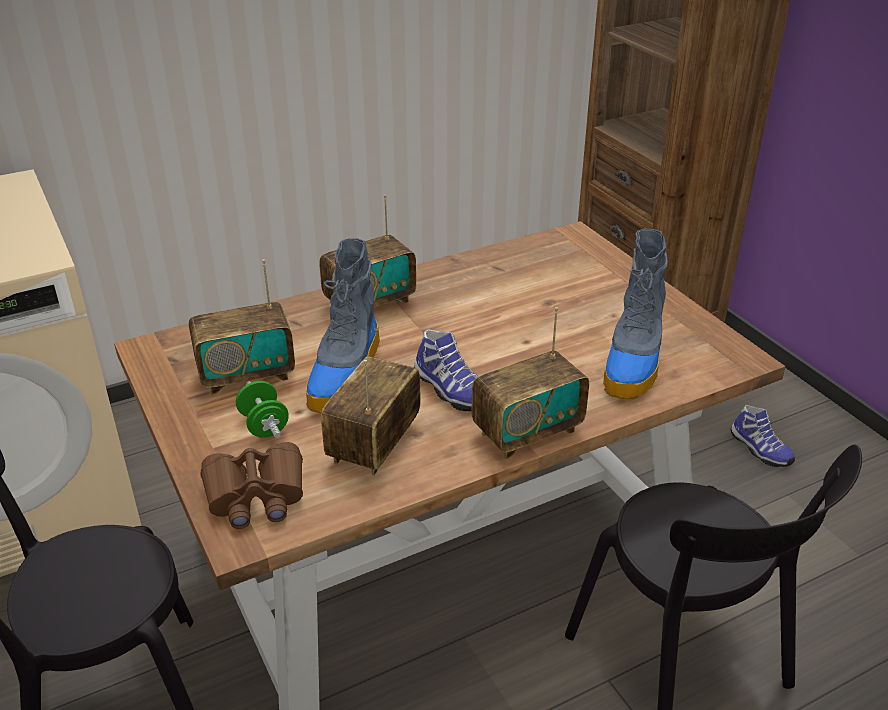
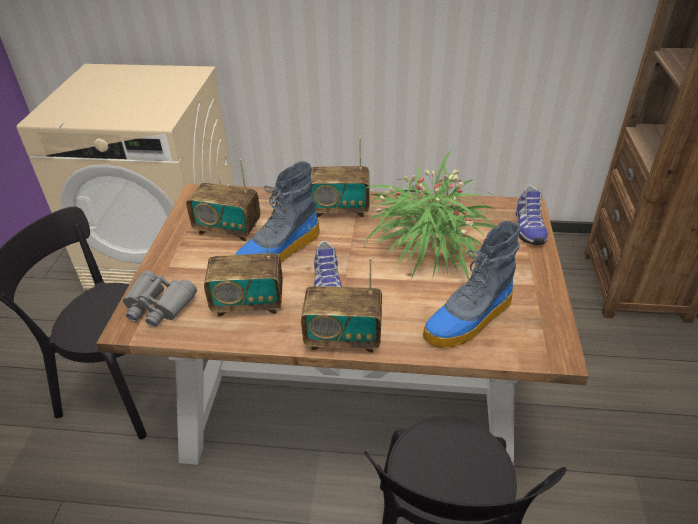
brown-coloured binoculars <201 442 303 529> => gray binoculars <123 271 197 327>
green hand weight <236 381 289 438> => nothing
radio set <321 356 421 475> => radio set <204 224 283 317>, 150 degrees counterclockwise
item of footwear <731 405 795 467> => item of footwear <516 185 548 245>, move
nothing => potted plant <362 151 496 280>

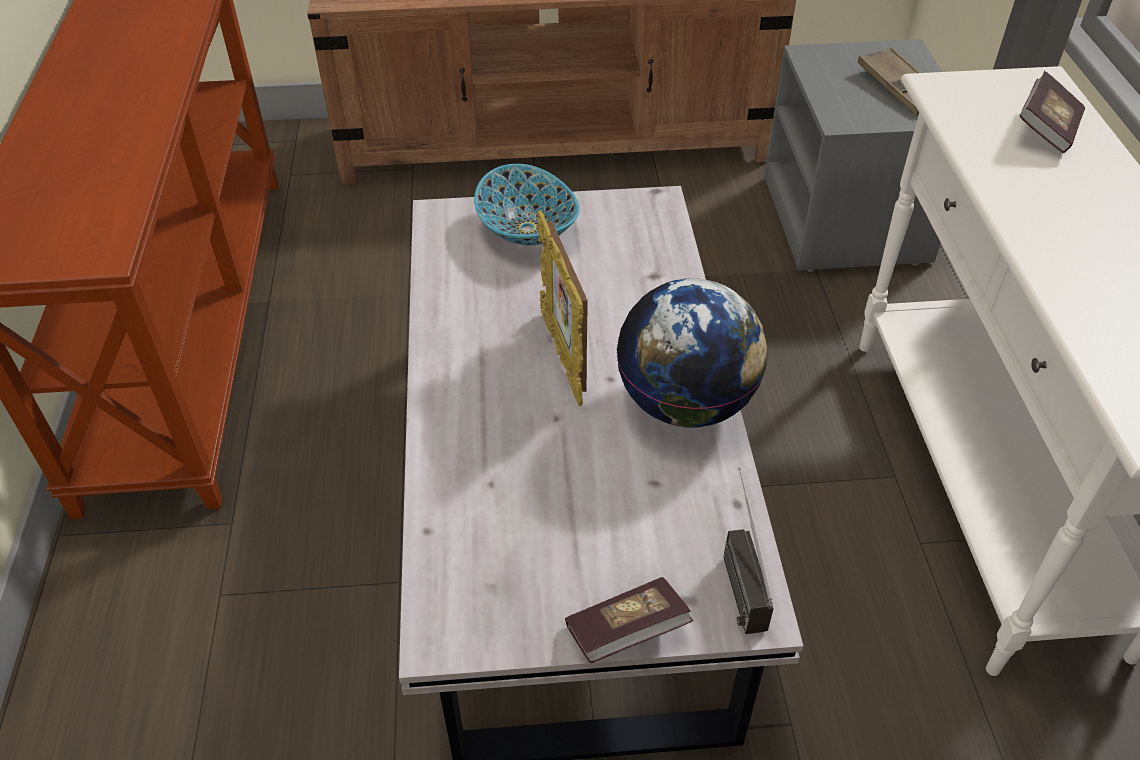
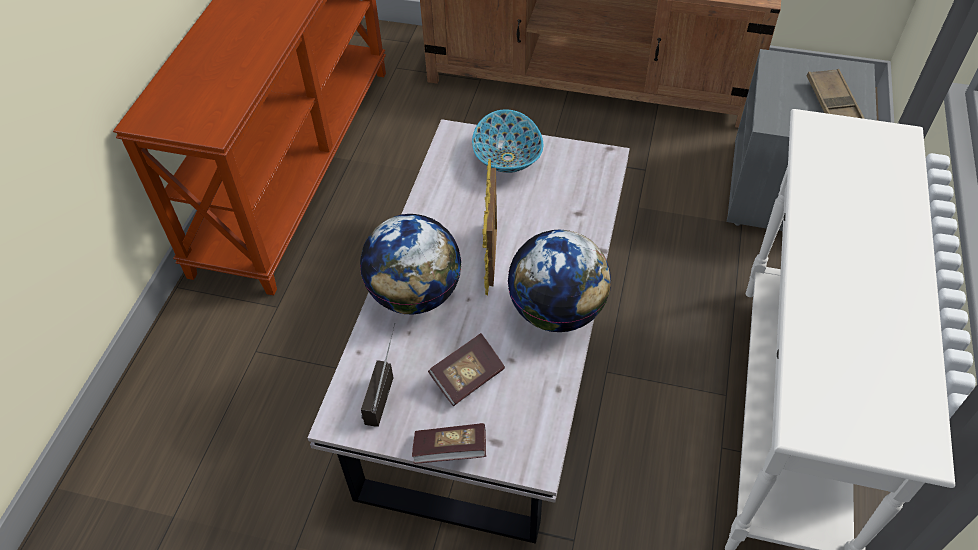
radio set <724 468 774 634> => radio set <361 323 395 427>, move
bound book <1019 71 1085 153> => bound book <428 333 505 406>, move
nothing => desk globe <360 214 462 314>

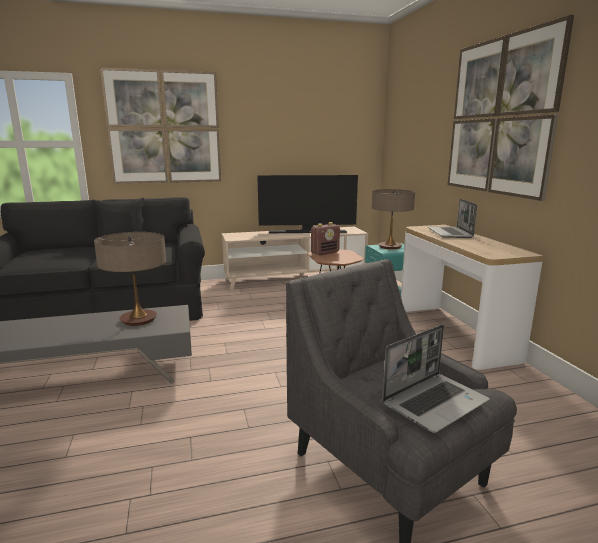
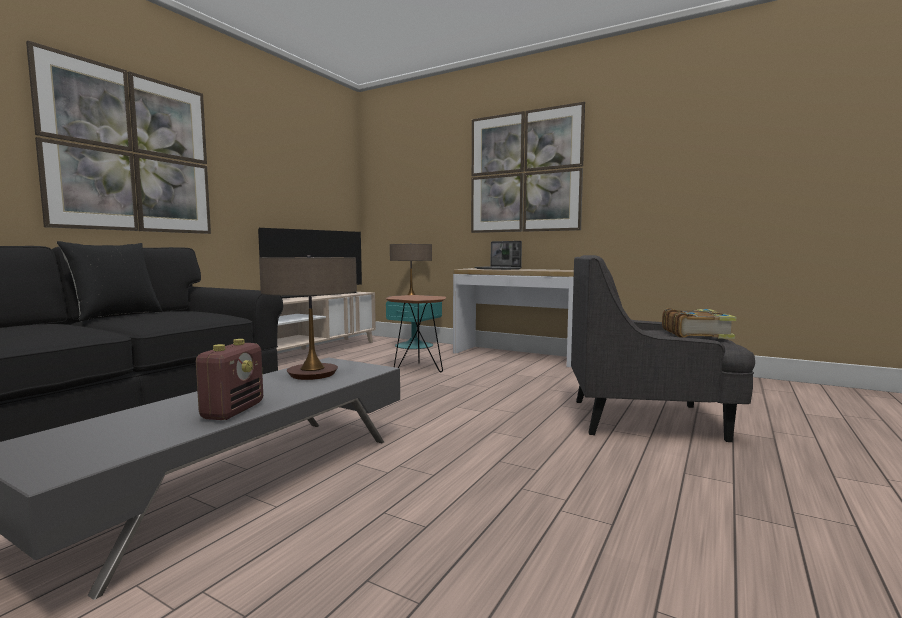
radio set <311 222 340 255> => radio set <196 339 263 420>, move
notebook computer <382 324 490 433> => bound book <662 308 736 339>

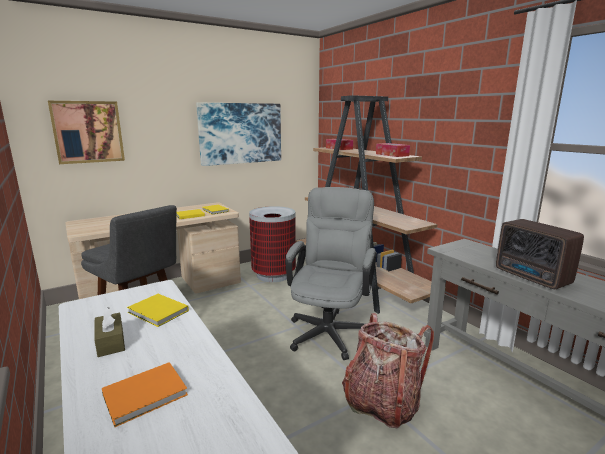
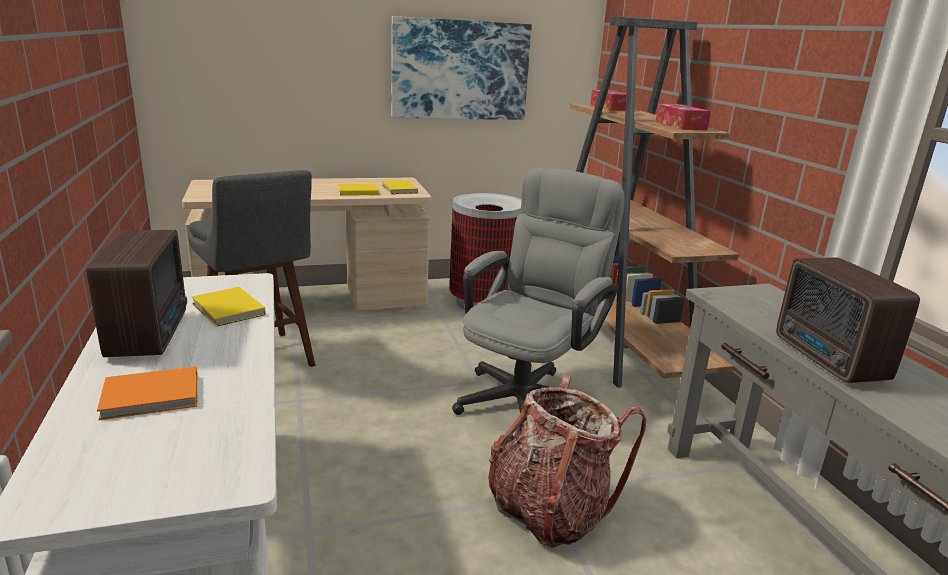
wall art <48 101 125 164> => nothing
brown-coloured tissue holder <94 307 125 357> => radio set <87 230 187 357>

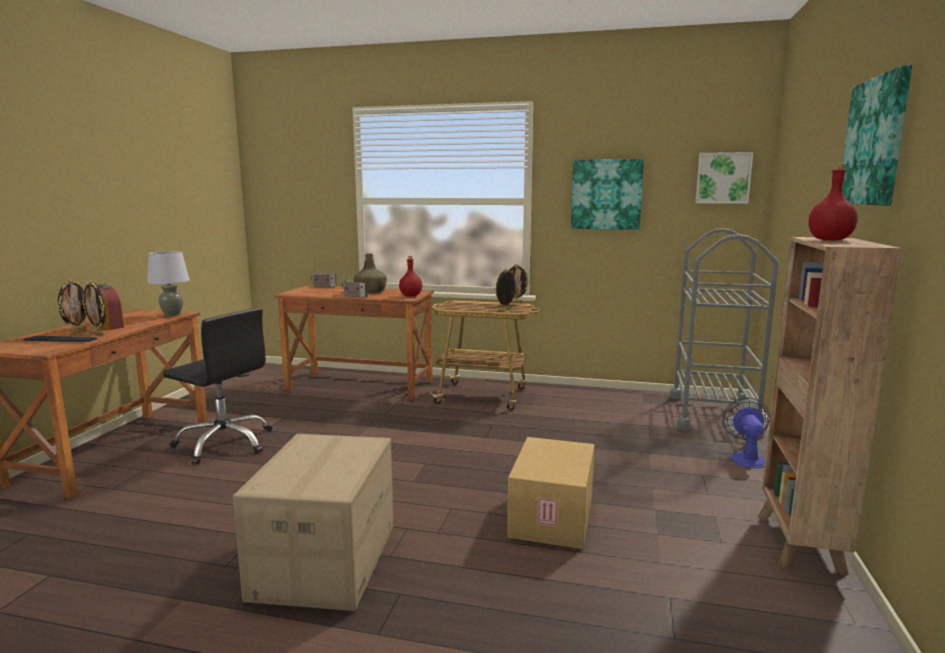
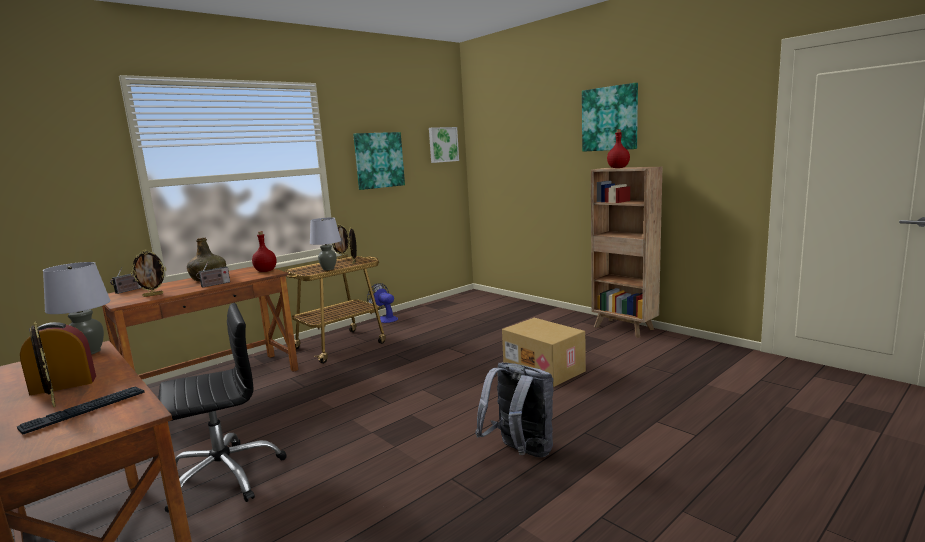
photo frame <82 281 106 335> => photo frame <131 250 166 297>, move
carton <233 434 394 611> => gray knapsack <475 363 554 457>
gray wheeled cart <670 228 779 437> => nothing
electric fan <723 397 770 468> => electric fan <367 283 398 323>, move
nothing => gray table lamp <310 217 341 270>

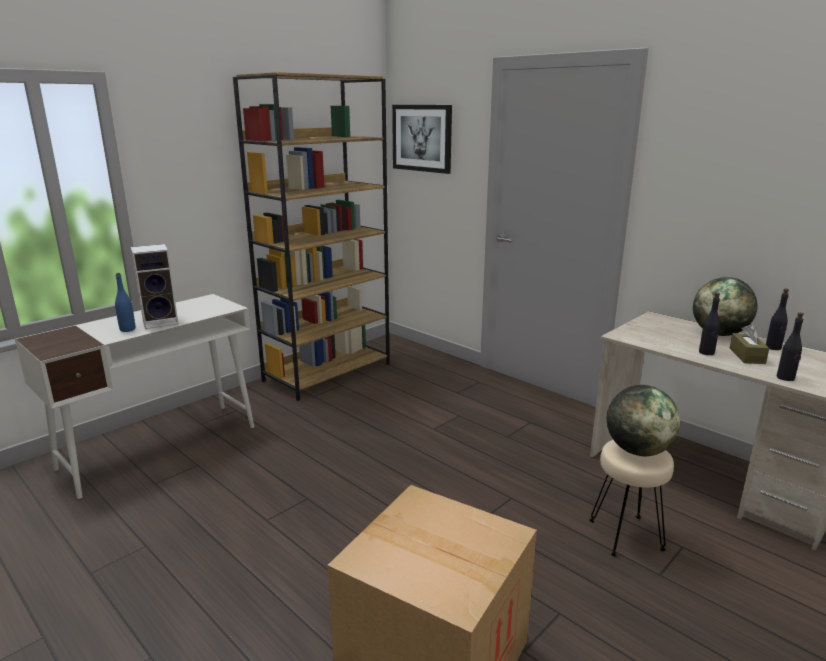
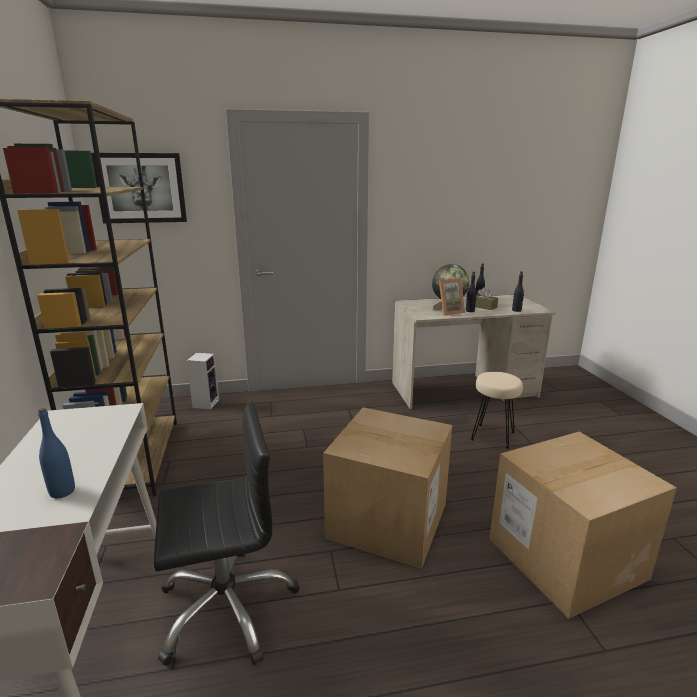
speaker <131 244 179 329> => speaker <187 353 219 409>, move
desk globe <607 385 680 456> => nothing
nothing => black-coloured computer chair <154 402 299 665>
nothing => carton <323 407 452 569>
nothing => photo frame <433 278 465 316>

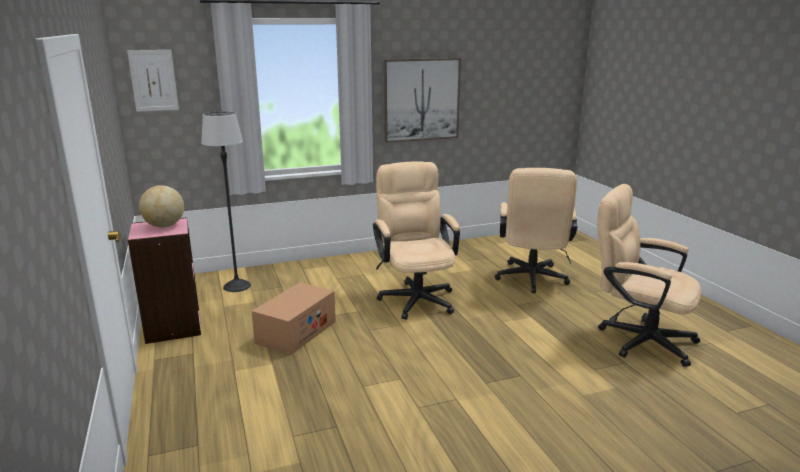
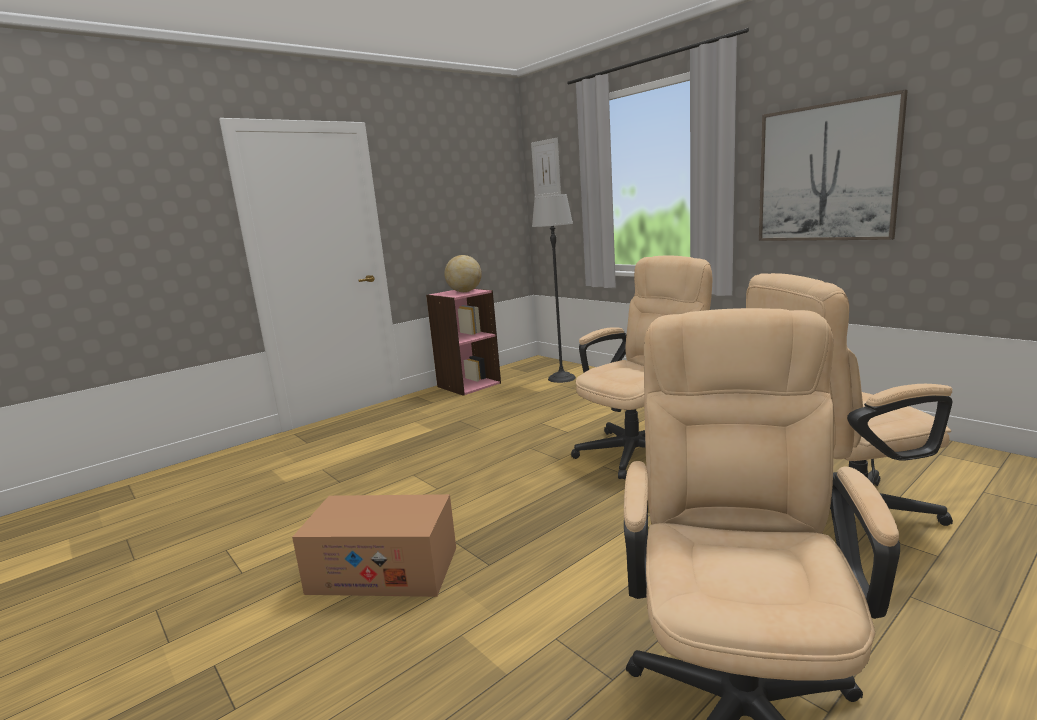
carton <251 282 336 355> => carton <292 494 456 597>, move

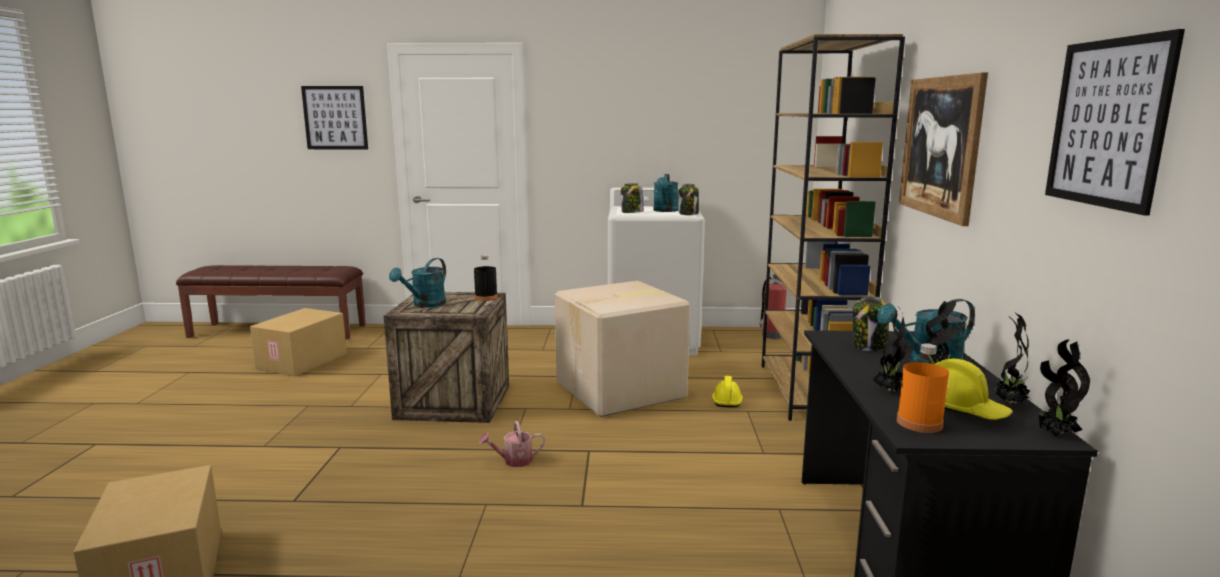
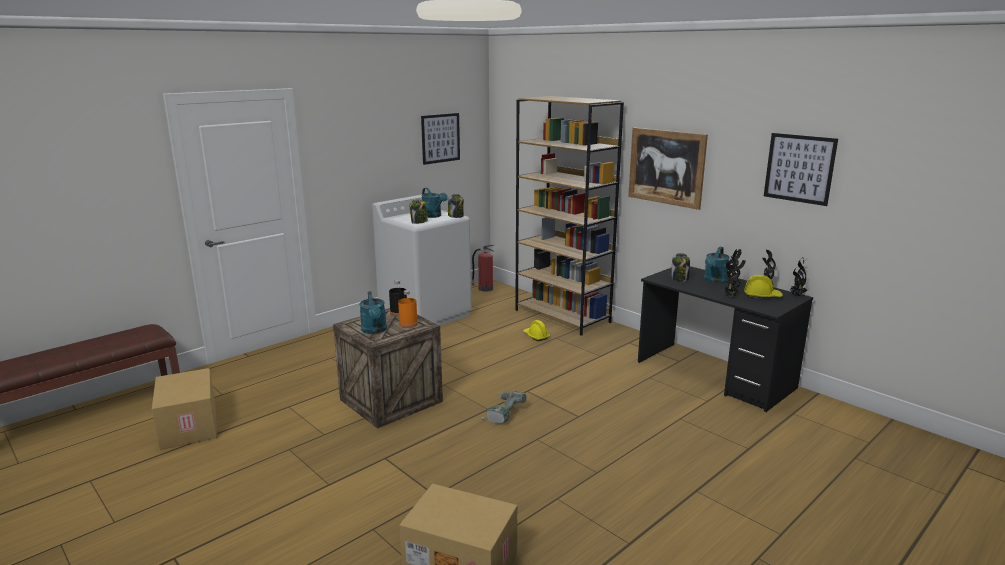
wall art <301 86 368 149> => wall art <421 113 460 165>, move
sprinkling can <479 421 545 467> => power drill <482 391 527 423>
carton <555 281 690 417> => nothing
orangey drink bottle <897 343 949 433> => orangey drink bottle <398 290 418 328>, move

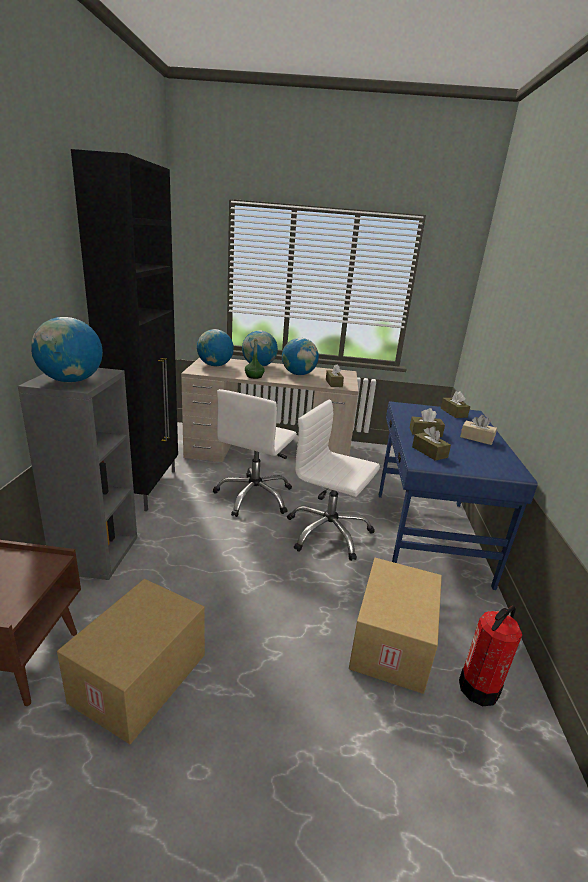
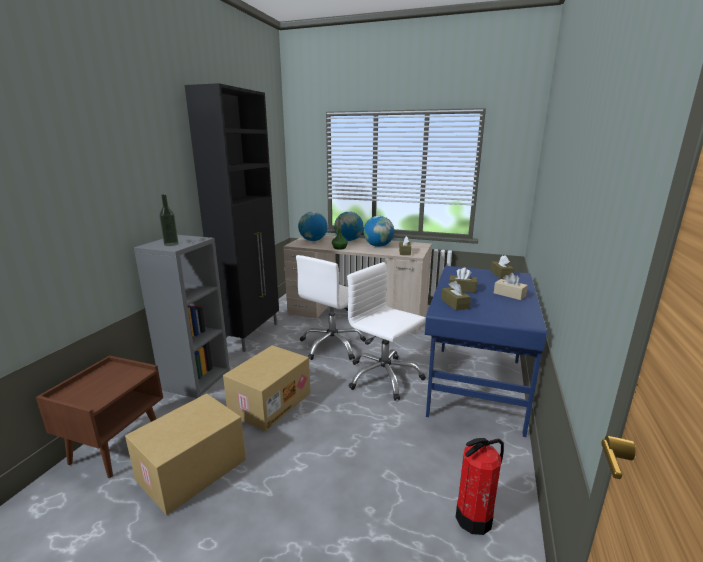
desk globe <31 317 103 382> => drink bottle <159 194 179 246>
carton <349 558 442 694> => carton <223 345 310 431>, move

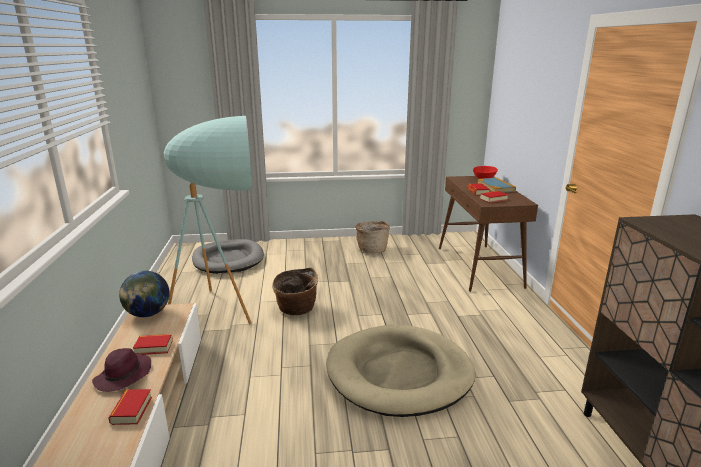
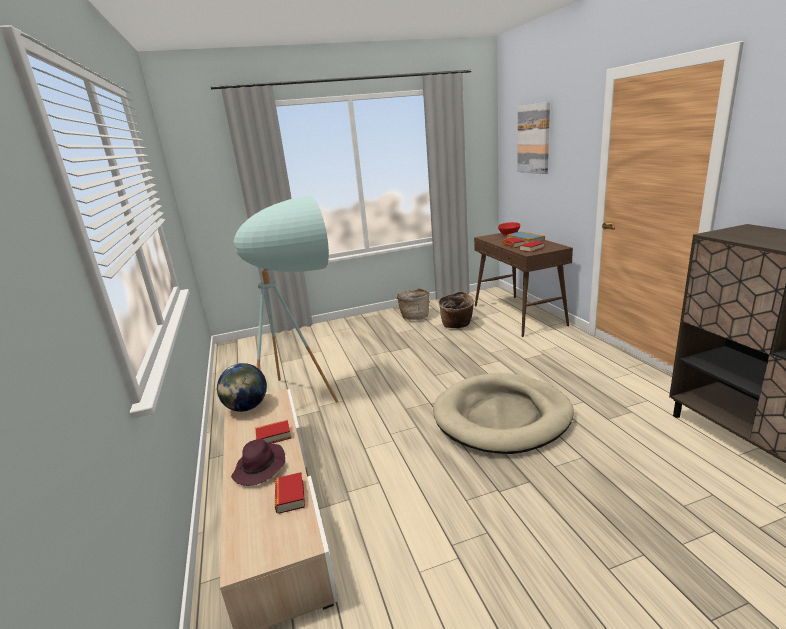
gray dog cushion <192 239 264 274> => nothing
basket <272 268 318 315> => basket <439 291 474 328>, move
nothing => wall art <517 102 550 174>

